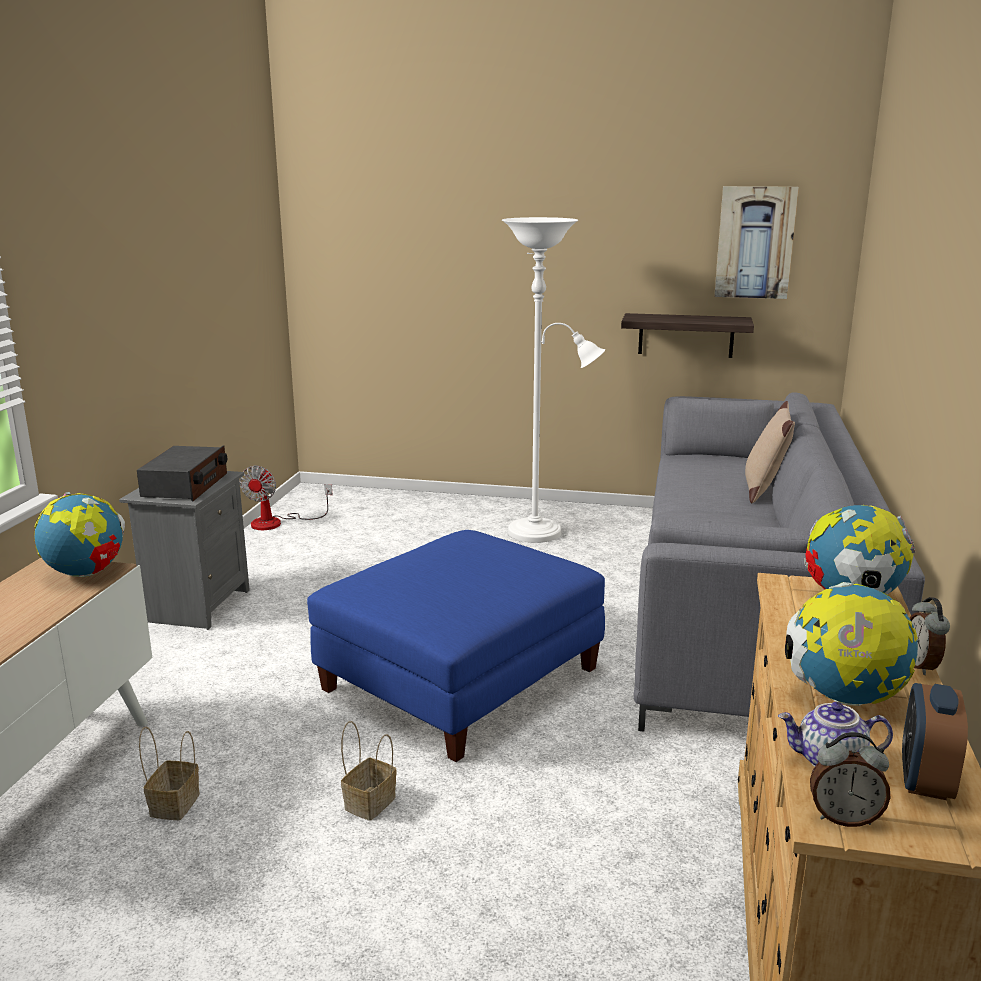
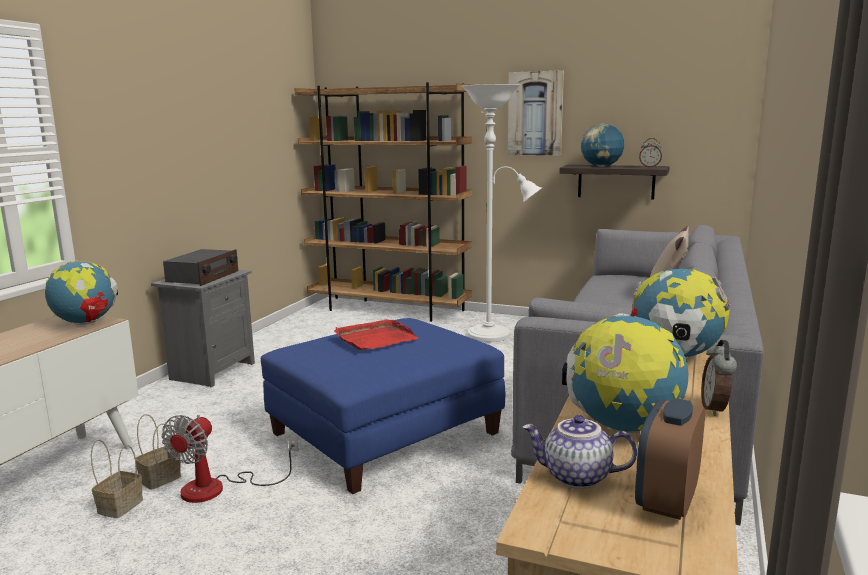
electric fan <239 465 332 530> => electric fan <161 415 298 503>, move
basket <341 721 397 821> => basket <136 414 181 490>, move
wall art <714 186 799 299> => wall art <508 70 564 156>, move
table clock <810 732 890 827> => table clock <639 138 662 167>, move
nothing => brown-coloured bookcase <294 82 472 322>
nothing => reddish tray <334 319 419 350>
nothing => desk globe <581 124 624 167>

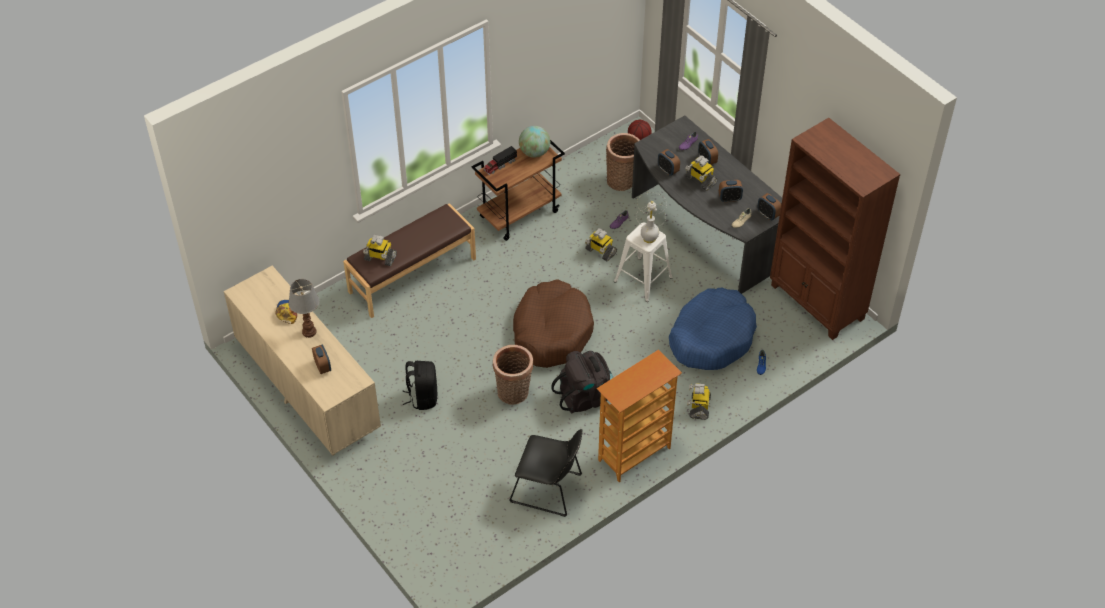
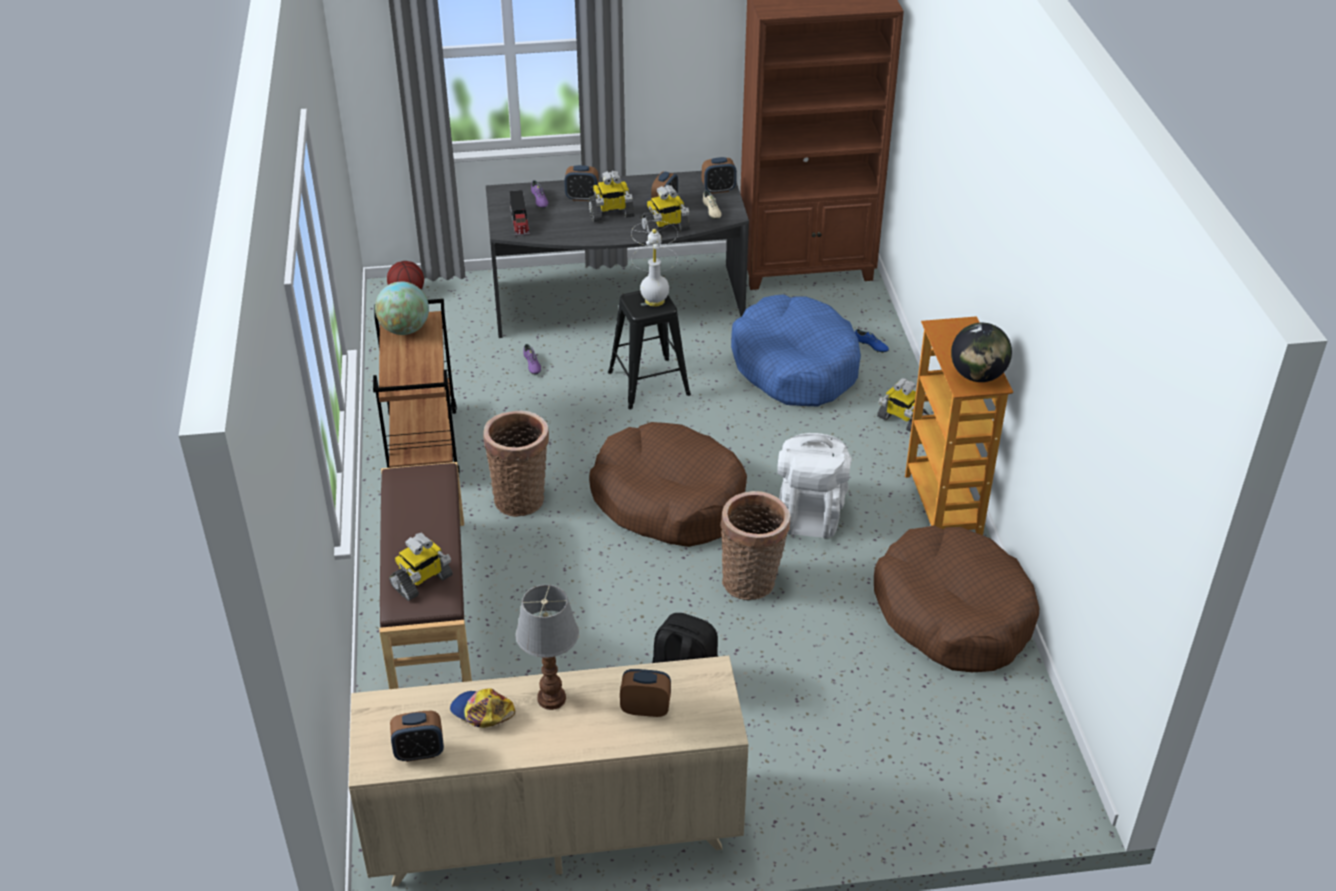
toy lorry <483 146 517 175> => toy lorry <510 190 530 236>, move
black-coloured plain chair <509 429 583 517> => brown-coloured dog cushion <874 525 1039 672>
black-coloured knapsack <551 351 613 413> => whitish knapsack <777 433 852 538>
model robot <585 228 617 262> => model robot <641 185 690 235>, move
basket <606 133 640 191> => basket <484 411 549 517>, move
whitish stool seat <614 222 673 302> => black-coloured stool seat <608 290 691 410>
table clock <658 149 680 176> => table clock <390 711 444 762>, move
nothing => desk globe <951 323 1012 382>

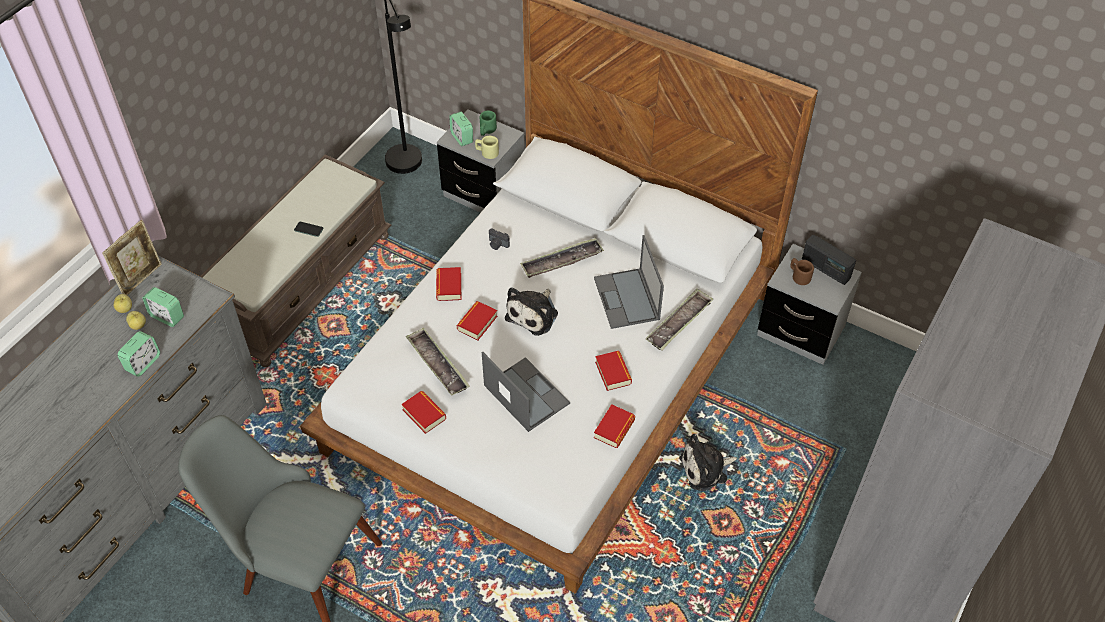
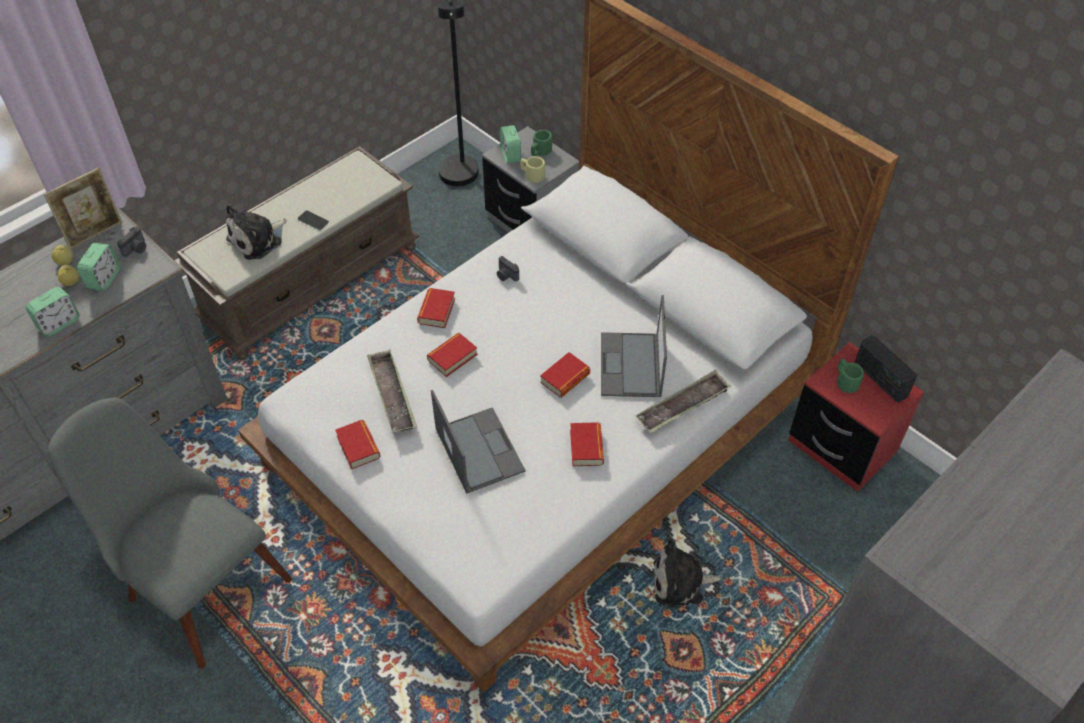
table clock <142 287 184 327> => table clock <77 243 120 291>, 120 degrees counterclockwise
plush toy <505 287 558 336> => plush toy <226 204 287 260>, move
tray <520 238 604 278> => nothing
bound book <594 404 635 448> => bound book <540 352 590 397>, move
gray nightstand <757 244 862 365> => reddish nightstand <788 342 924 492>
brown-coloured tea mug <790 258 814 285> => green tea mug <837 359 864 393>
nothing => still camera <117 226 146 257>

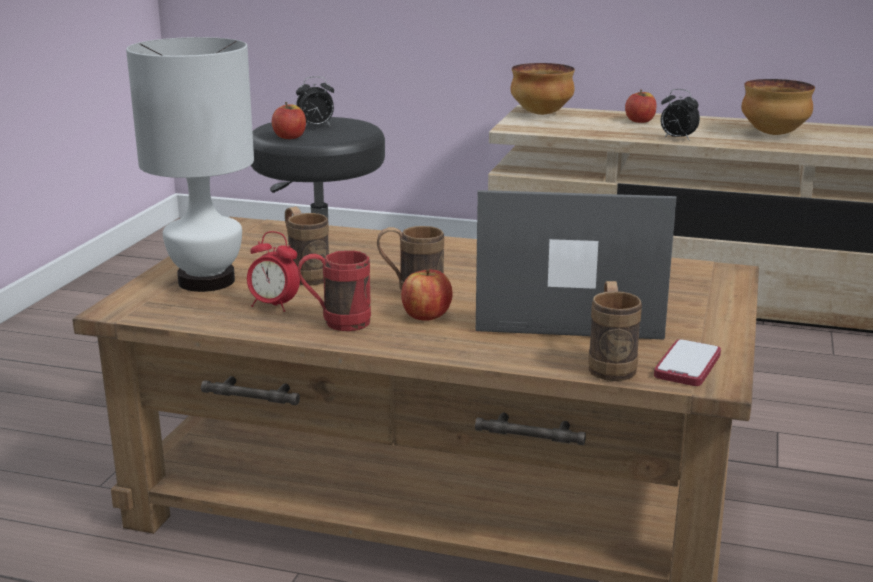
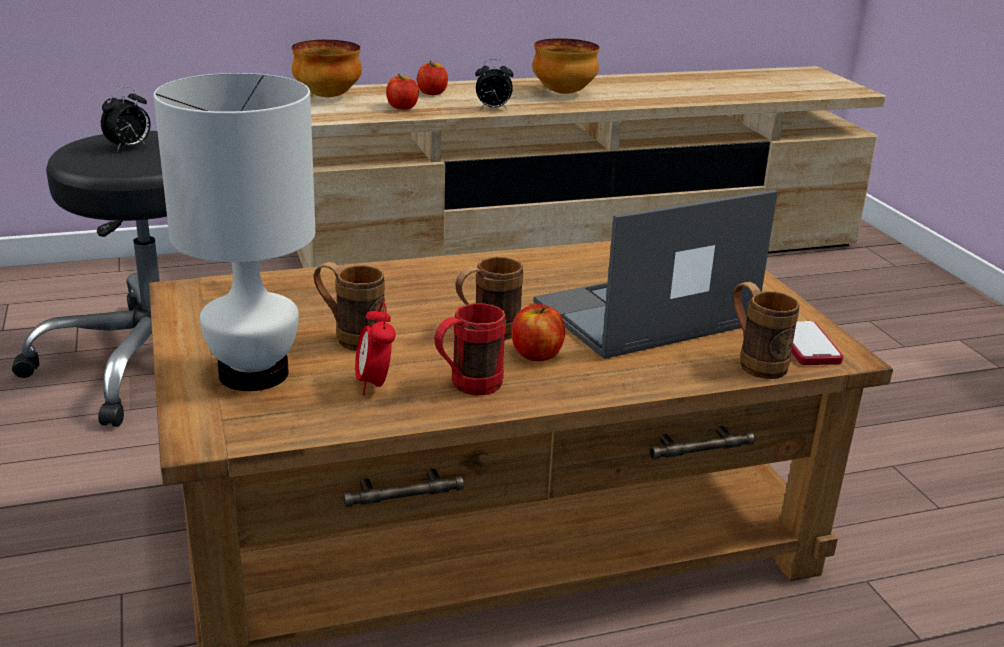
table clock <247 231 300 312> => table clock <355 302 396 395>, 90 degrees clockwise
apple fruit <272 102 306 139> => apple fruit <386 74 419 110>, move

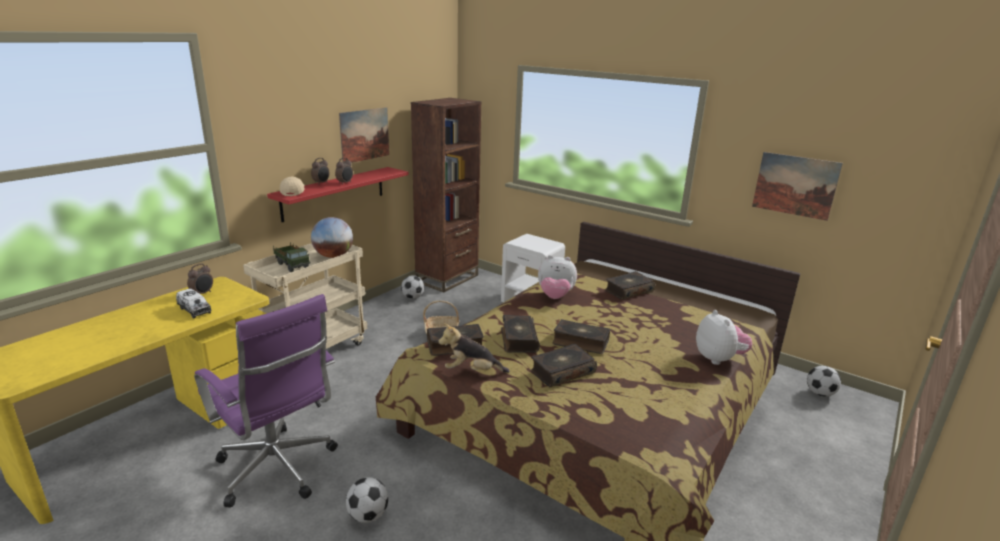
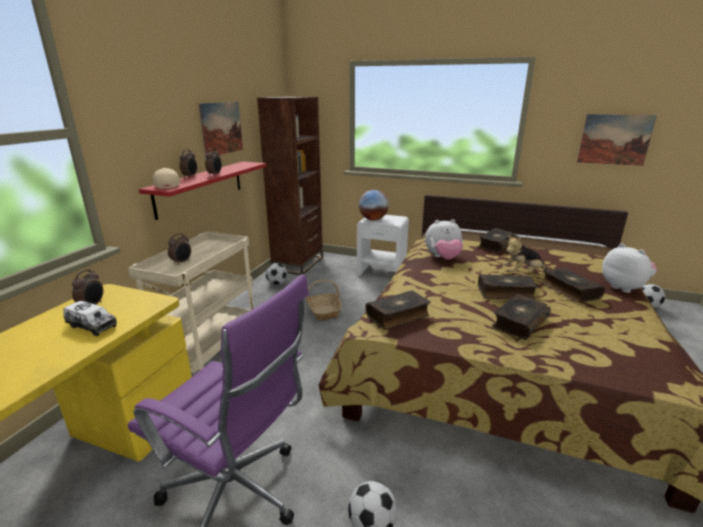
toy lorry <273 242 310 272> => table clock <168 233 191 265>
desk globe <311 217 353 258> => desk globe <359 190 389 220>, move
plush toy <438 323 509 373> => plush toy <502 235 547 272>, move
bound book <501 315 540 353> => bound book <541 268 605 303>, move

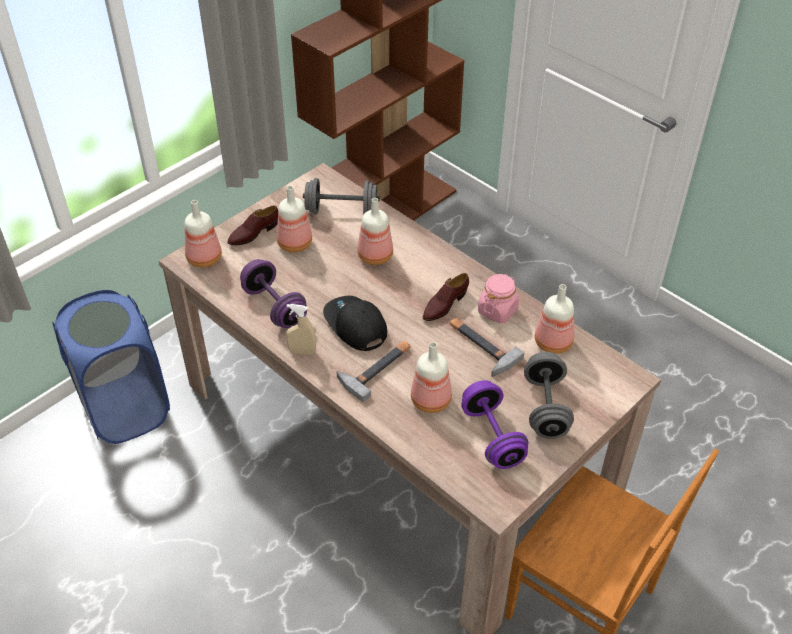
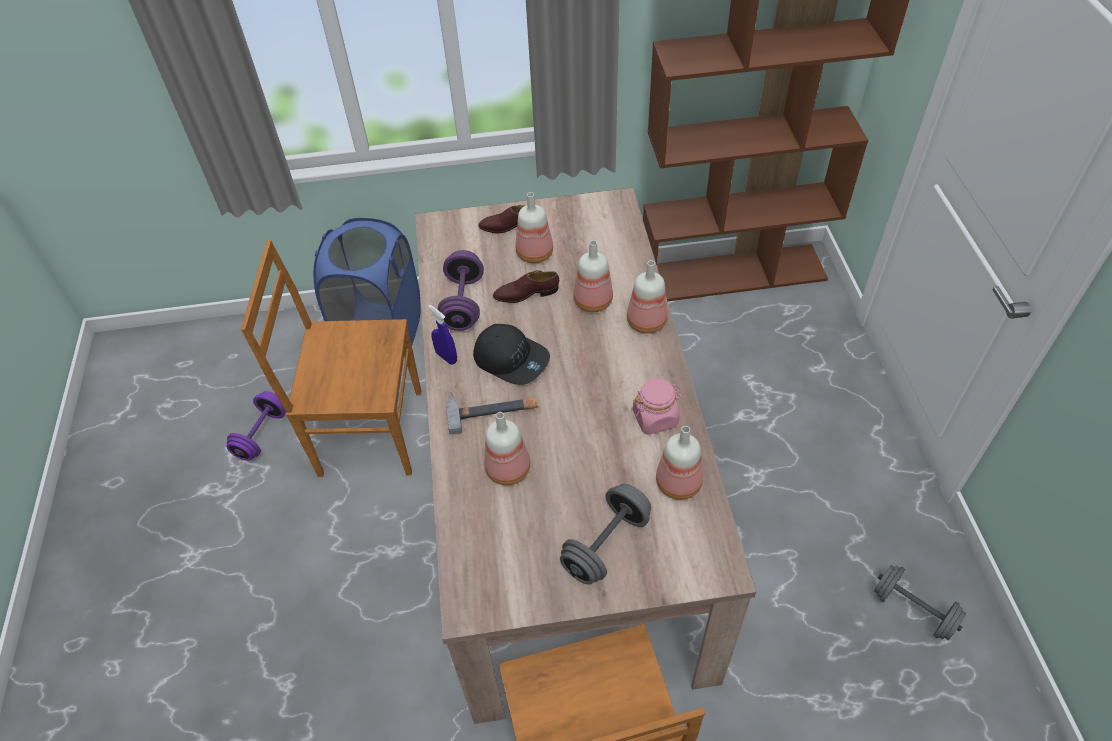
drink bottle <185 200 222 268> => drink bottle <627 260 668 334>, move
beige-coloured spray bottle <286 304 316 355> => blue-coloured spray bottle <428 304 457 365>
gray hand weight <303 178 380 214> => gray hand weight <874 565 966 640>, move
black-coloured peaked cap <323 296 387 351> => black-coloured peaked cap <473 324 550 385>, 120 degrees clockwise
brown-coloured item of footwear <423 273 469 321> => brown-coloured item of footwear <493 270 559 303>, move
hand hammer <450 318 524 377> => nothing
purplish hand weight <461 380 528 469> => purplish hand weight <226 391 286 461>, move
nothing => brown-coloured plain chair <241 239 421 477>

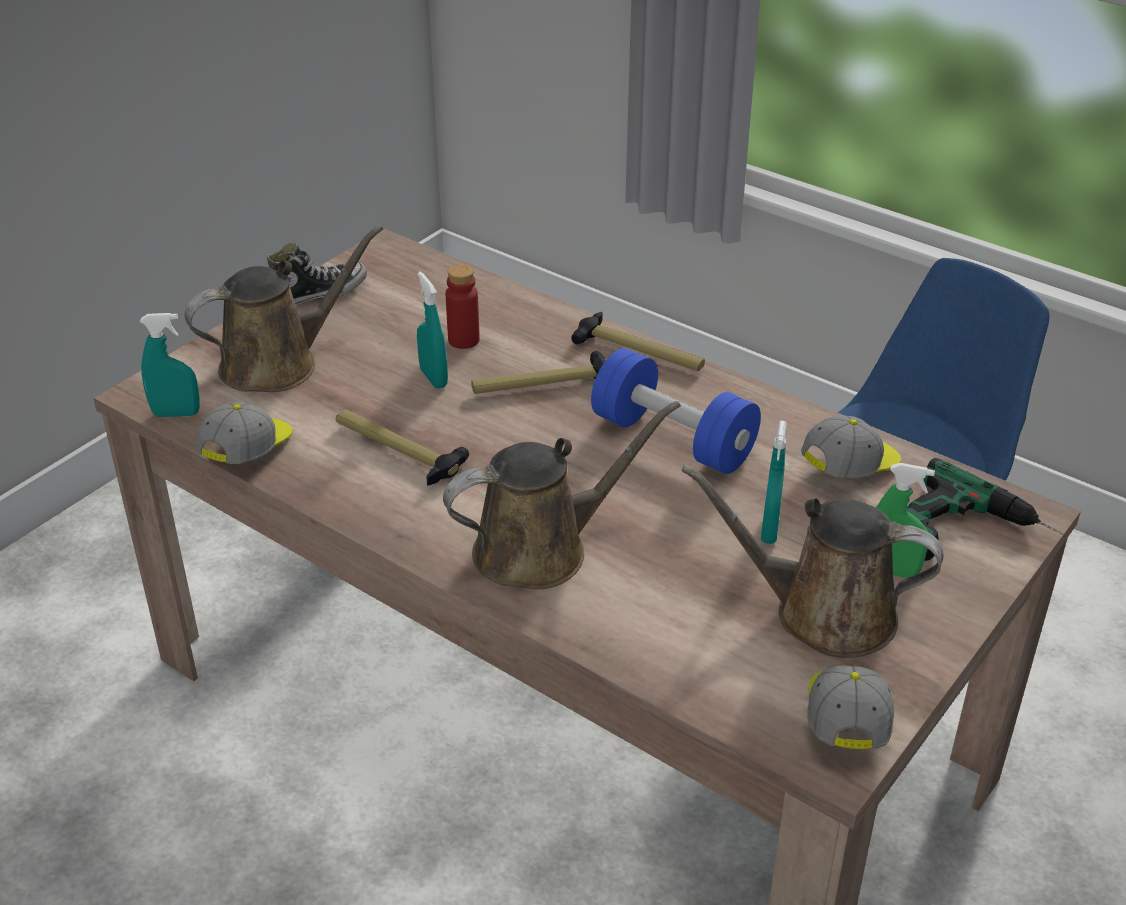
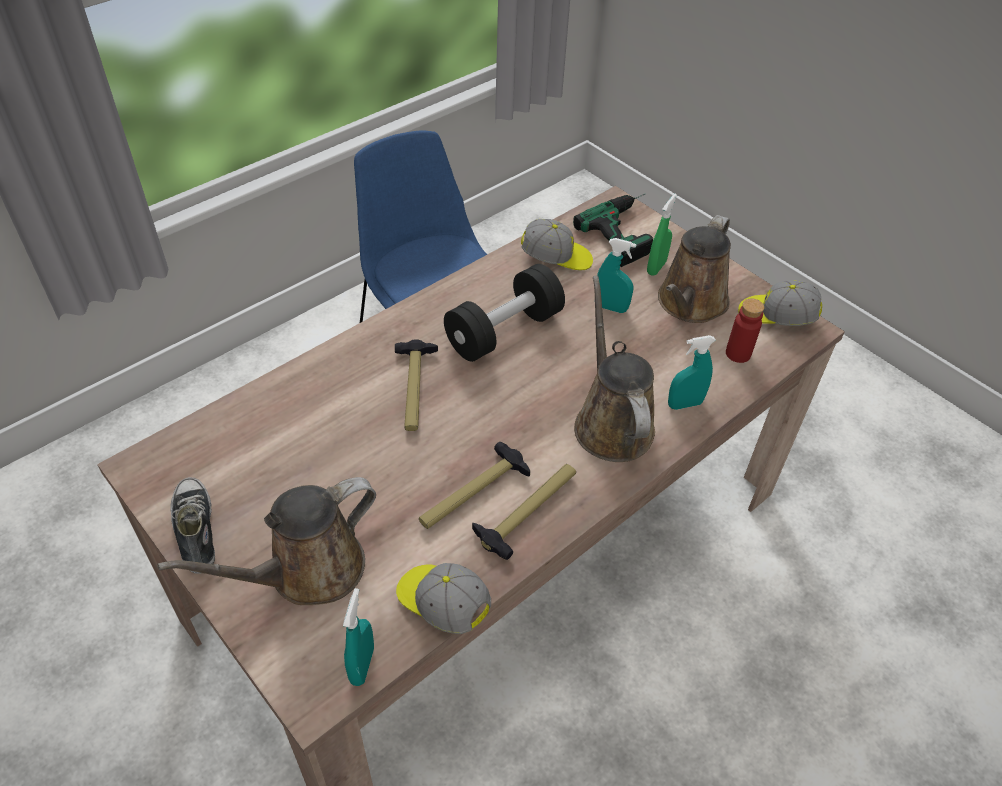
brown-coloured sprinkling can <184 225 383 392> => brown-coloured sprinkling can <157 477 376 605>, 105 degrees counterclockwise
turquoise-coloured spray bottle <417 272 448 389> => turquoise-coloured spray bottle <668 335 716 410>, move
reddish drink bottle <446 264 480 349> => reddish drink bottle <726 298 764 363>, move
hand hammer <571 312 705 371> => hand hammer <472 464 576 560>, move
blue-coloured hand weight <591 348 761 474> => black-coloured hand weight <444 264 565 362>
peaked cap <801 415 901 478> => peaked cap <521 219 593 270>, 120 degrees clockwise

